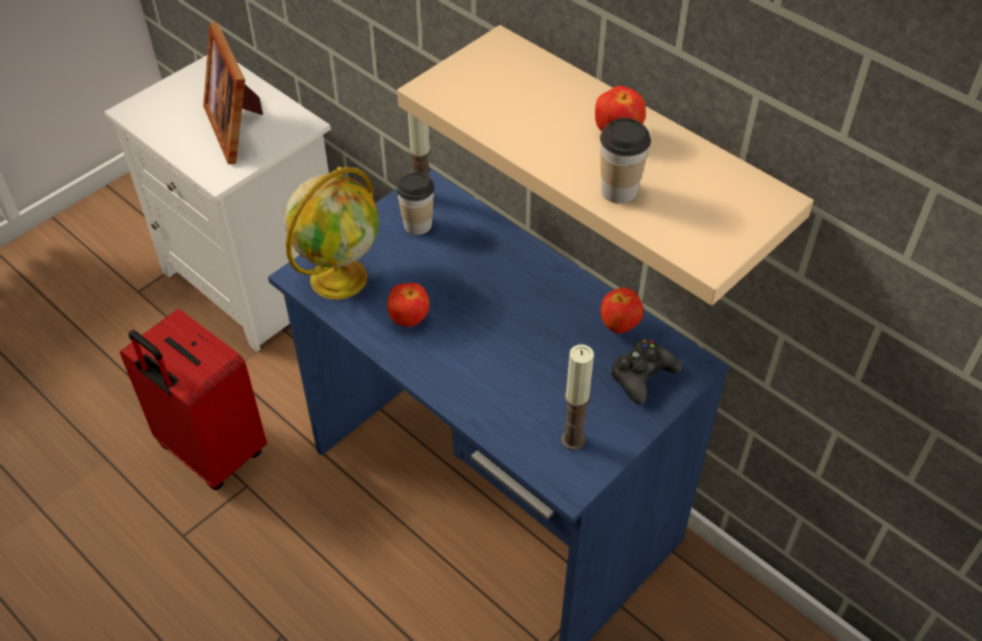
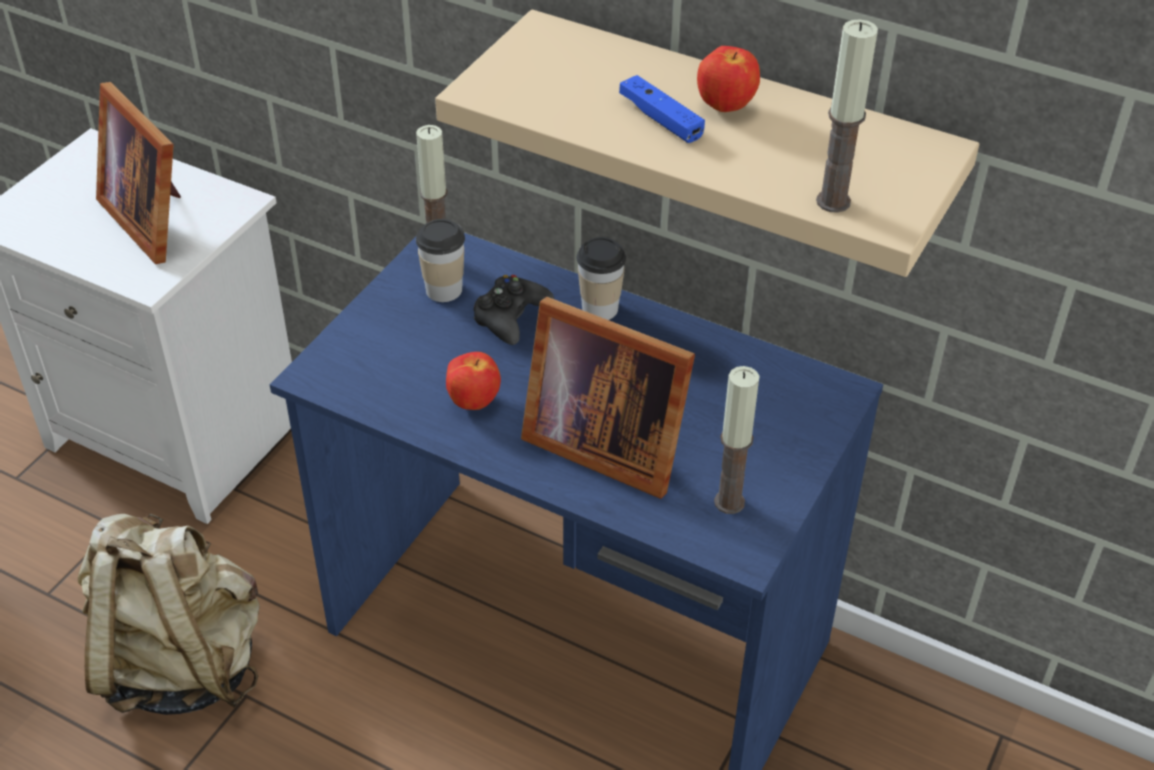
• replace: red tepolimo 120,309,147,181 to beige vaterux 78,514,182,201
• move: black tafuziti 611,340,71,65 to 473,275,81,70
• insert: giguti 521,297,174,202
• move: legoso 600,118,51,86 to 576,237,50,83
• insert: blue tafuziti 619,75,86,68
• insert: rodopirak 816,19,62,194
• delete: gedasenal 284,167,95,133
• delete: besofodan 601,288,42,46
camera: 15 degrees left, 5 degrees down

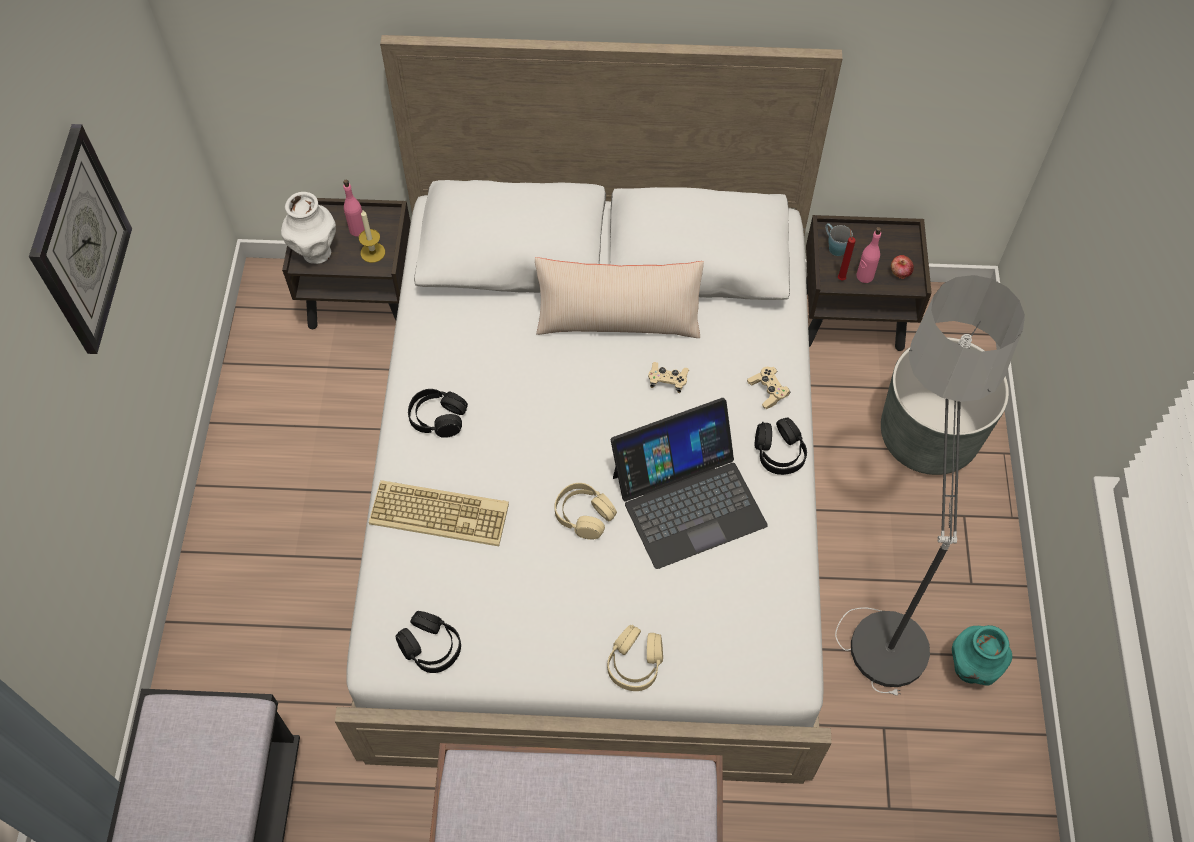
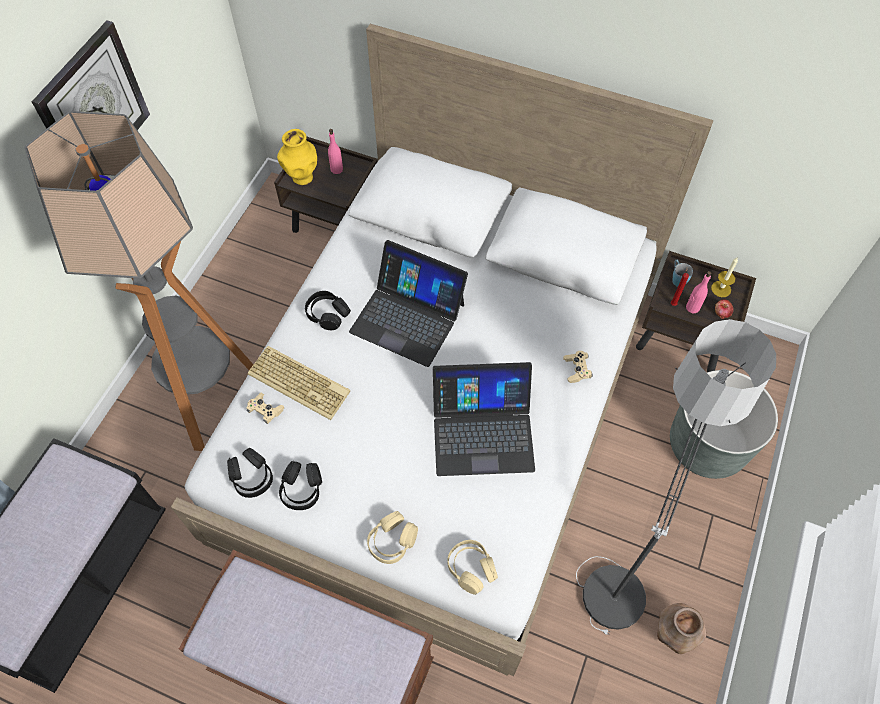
• insert: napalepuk 25,111,228,340
• move: beige tafuziti 648,362,41,31 to 246,393,38,31
• recolor: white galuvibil 281,192,55,72 to yellow galuvibil 277,129,40,56
• move: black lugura 755,417,52,58 to 279,461,43,49
• insert: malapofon 349,240,119,127
• move: beige lugura 554,483,63,57 to 447,540,51,55
• recolor: turquoise galuvibil 952,625,60,60 to brown galuvibil 657,603,49,51
• move: rodopirak 359,210,26,53 to 711,258,27,39
• delete: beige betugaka 535,257,169,81
camera: 20 degrees right, 0 degrees up

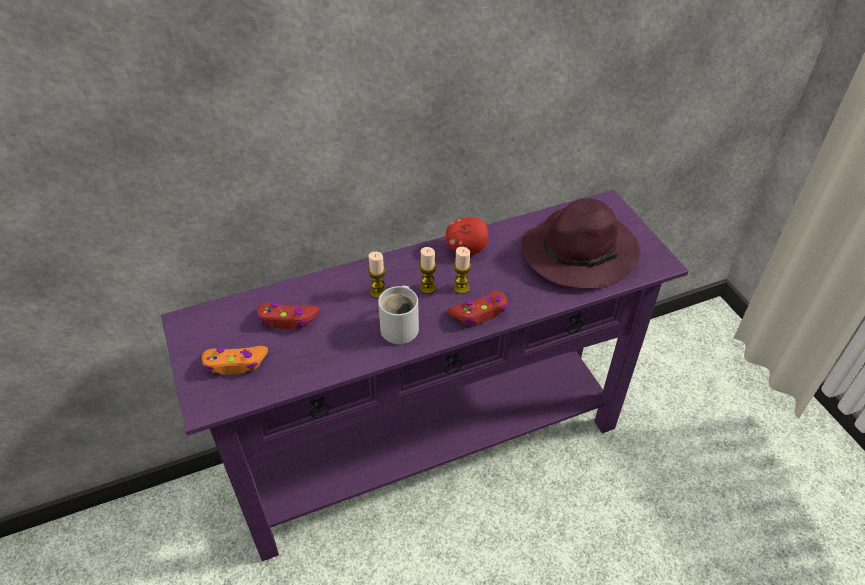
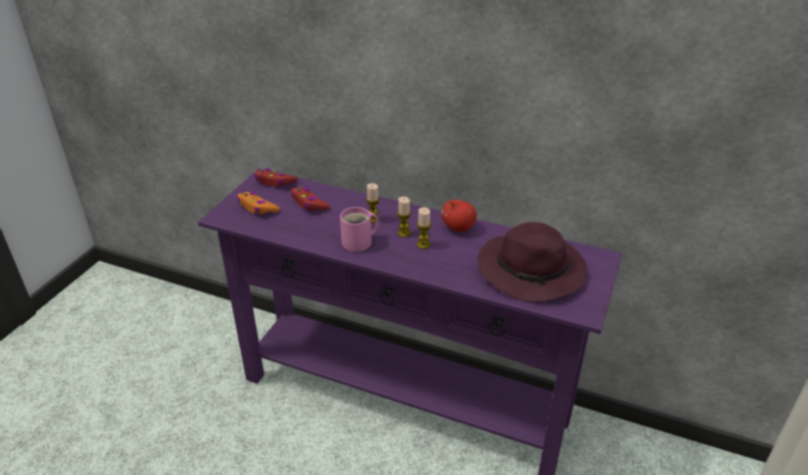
• move: red tafuziti 447,291,61,34 to 254,168,43,19
• recolor: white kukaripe 378,285,41,59 to pink kukaripe 340,207,39,45
camera: 45 degrees right, 10 degrees down

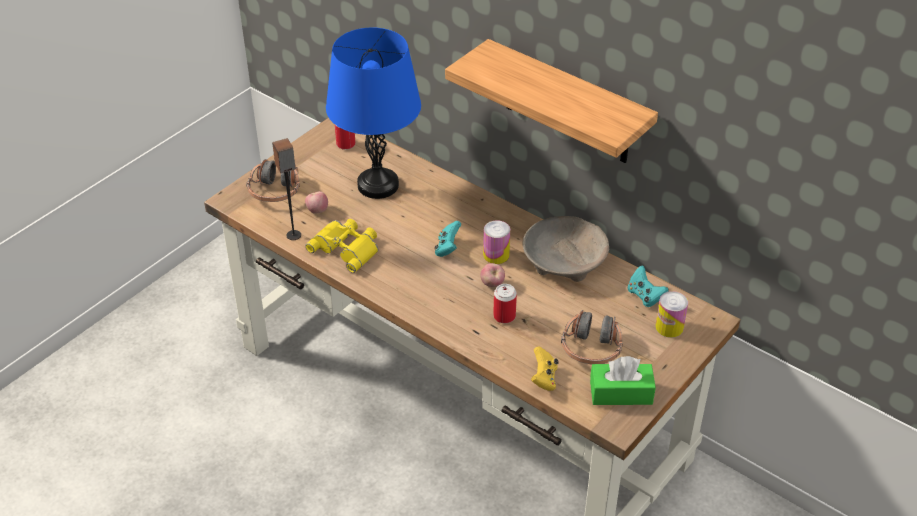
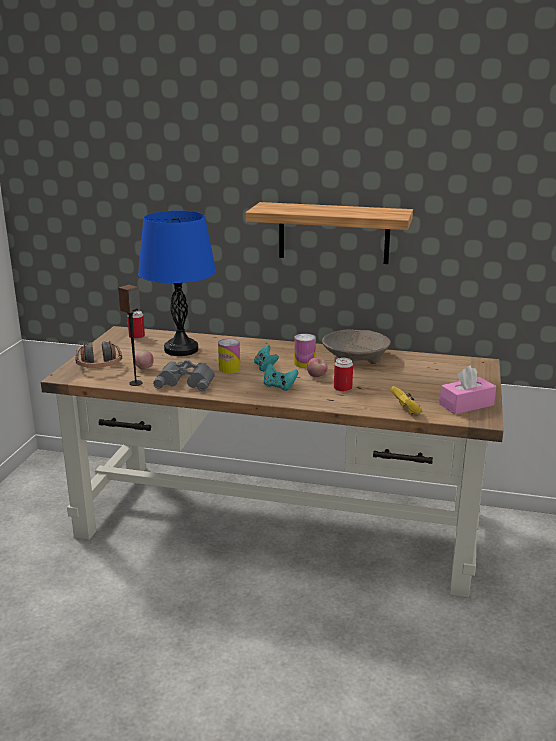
• recolor: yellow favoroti 305,219,74,54 to grey favoroti 153,360,62,31
• move: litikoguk 656,291,32,47 to 218,338,22,35
• move: turquoise tafuziti 628,266,40,41 to 264,364,35,27
• recolor: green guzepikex 590,356,66,49 to pink guzepikex 439,366,57,48
• delete: lugura 561,310,62,55
camera: 25 degrees left, 20 degrees down

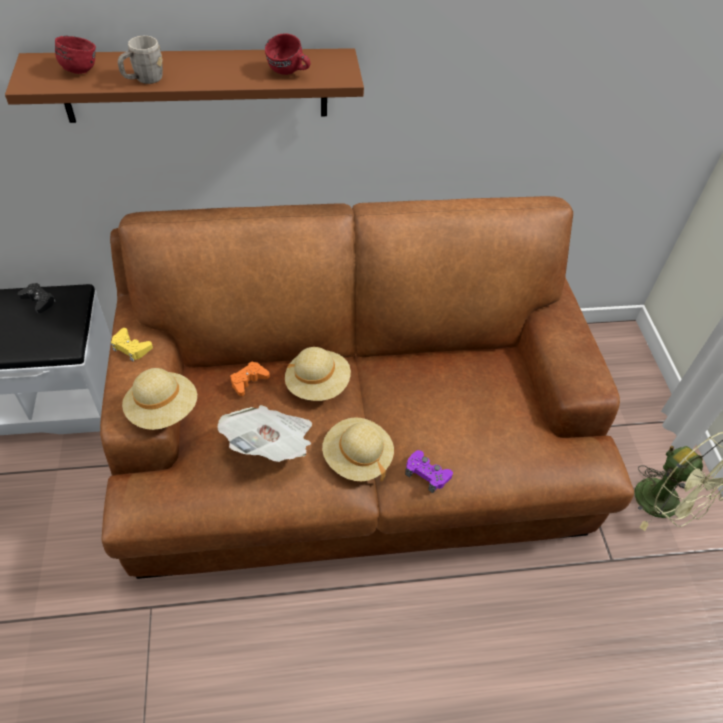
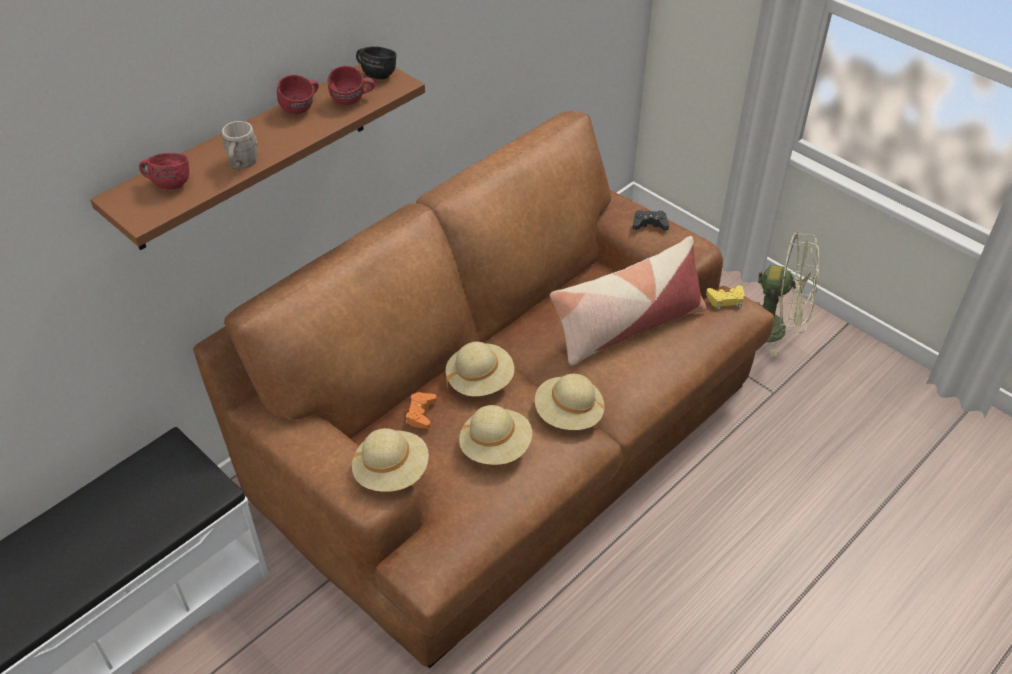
• insert: red kukaripe 277,75,42,39
• insert: black kukaripe 356,46,41,34
• replace: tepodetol 217,405,95,57 to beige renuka 459,405,73,60
• insert: betugaka 550,236,156,129
• move: black tafuziti 17,283,38,31 to 633,210,36,21
• move: yellow tafuziti 111,328,42,33 to 706,285,39,24
• delete: purple tafuziti 405,450,48,43
camera: 35 degrees left, 5 degrees down

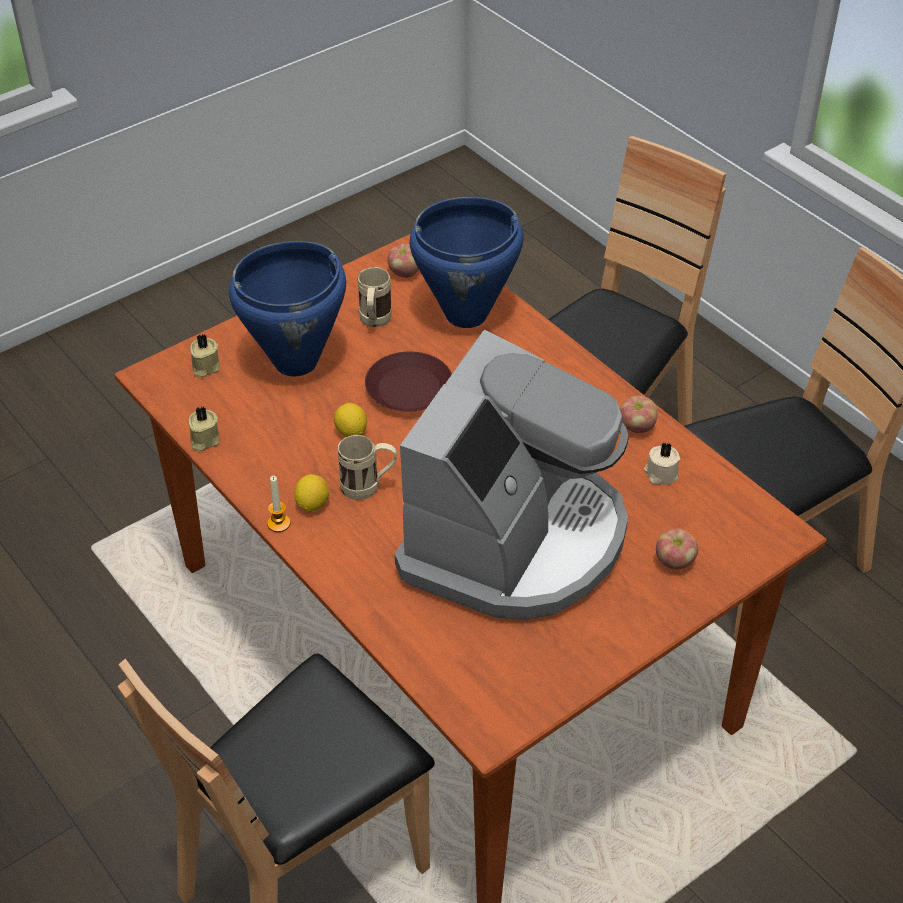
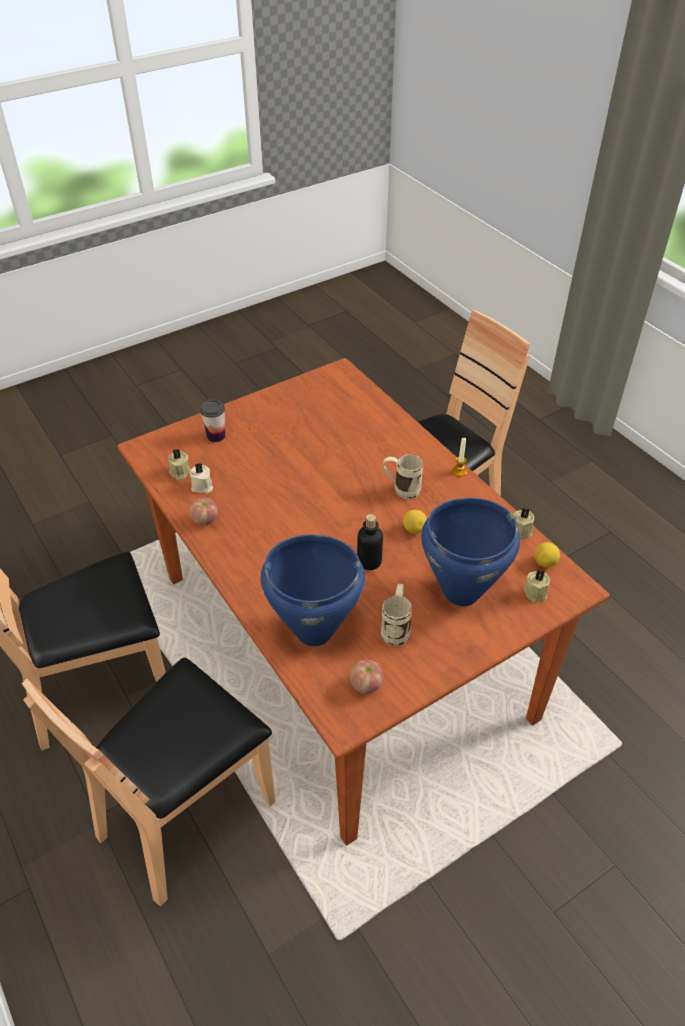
• insert: beige rodopirak 168,449,23,31
• replace: besofodan 656,529,42,41 to legoso 200,399,25,43
• replace: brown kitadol 365,351,87,61 to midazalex 357,514,26,56
• move: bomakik 294,474,35,38 to 534,542,26,25
• delete: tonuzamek 395,330,234,290
camera: 175 degrees left, 0 degrees up

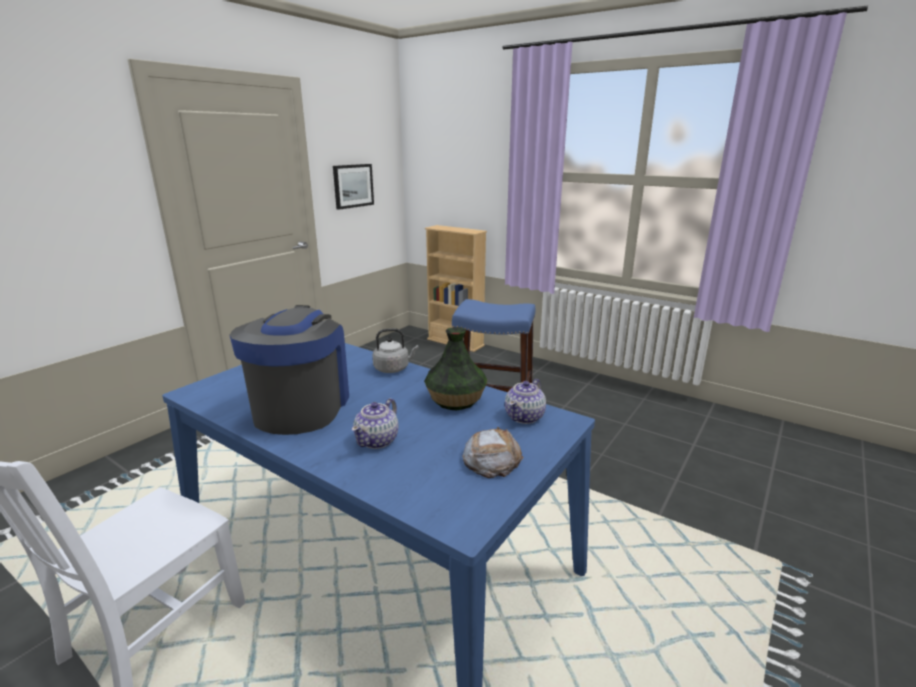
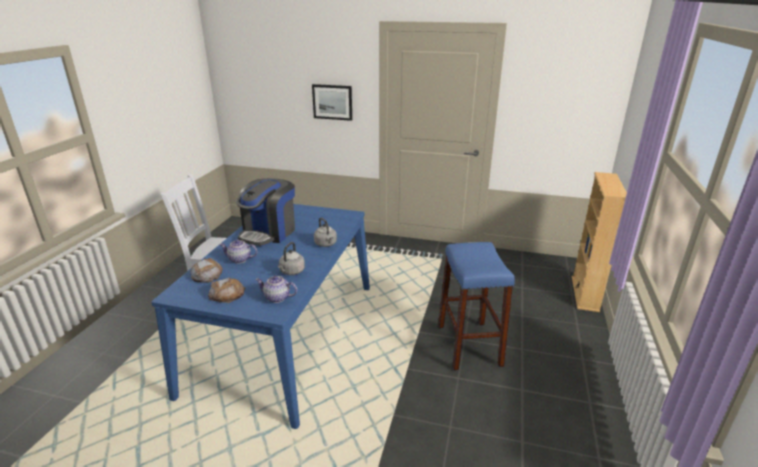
• insert: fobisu 190,258,33,25
• rotate: tonuzamek 229,305,120,130 = 236,178,59,68 135 degrees clockwise
• replace: galuvibil 424,327,63,83 to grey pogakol 278,242,27,33
• move: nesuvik 333,164,41,46 to 312,84,40,37
camera: 70 degrees right, 5 degrees up

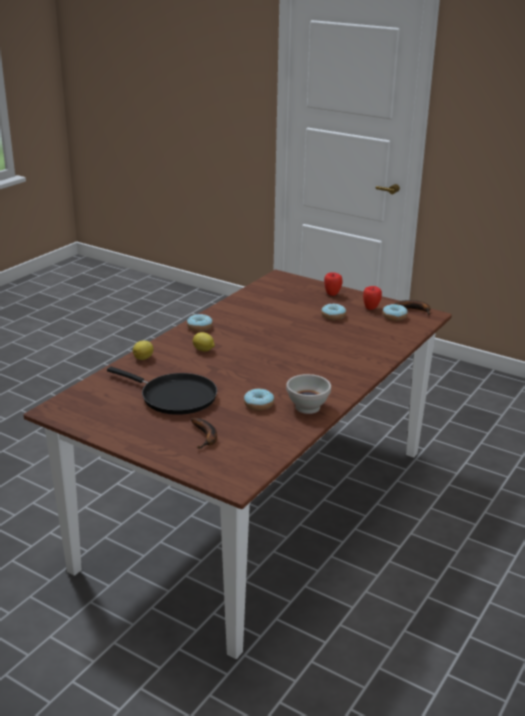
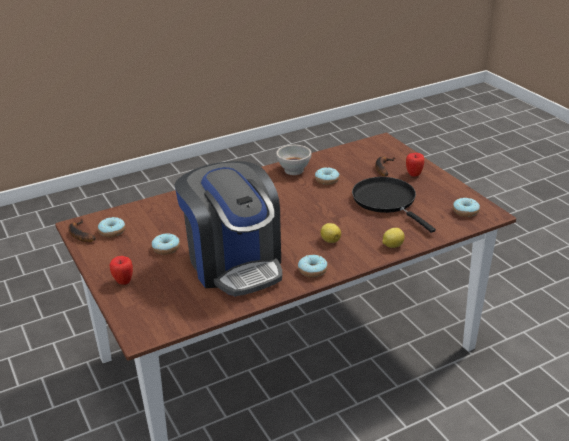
• insert: tonuzamek 175,161,107,136
• move: besofodan 363,286,19,24 to 406,153,18,24
• insert: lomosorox 453,198,27,19
camera: 150 degrees left, 5 degrees up

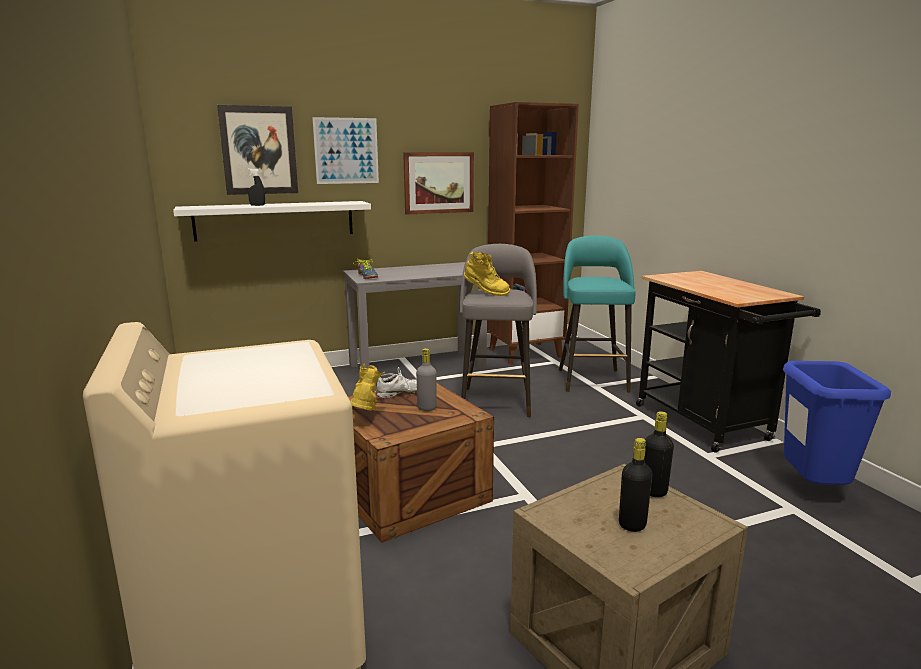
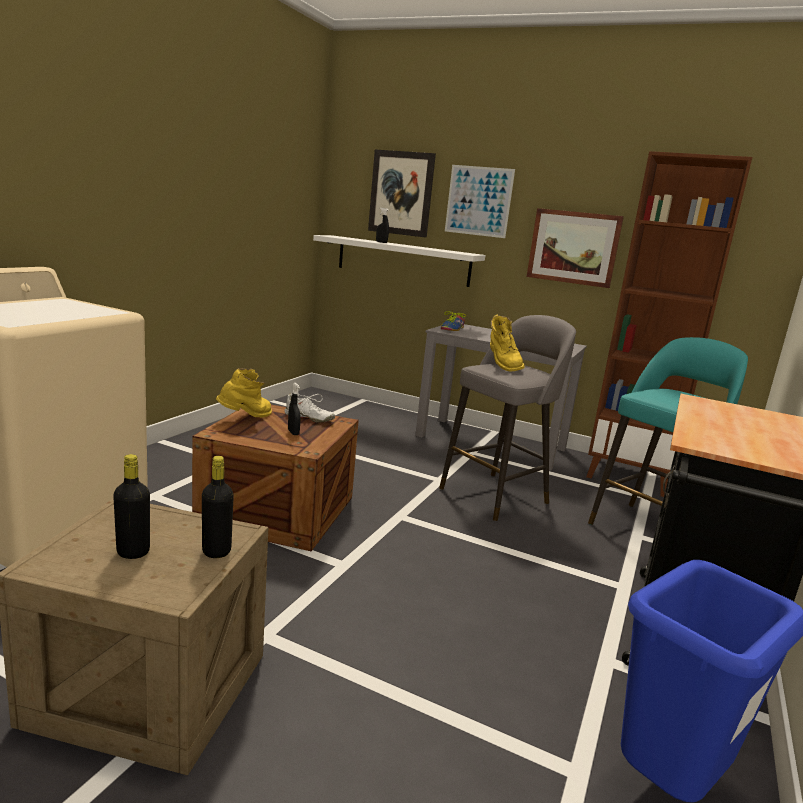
• replace: grey midazalex 416,348,21,63 to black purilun 288,383,13,52
camera: 45 degrees right, 0 degrees up

